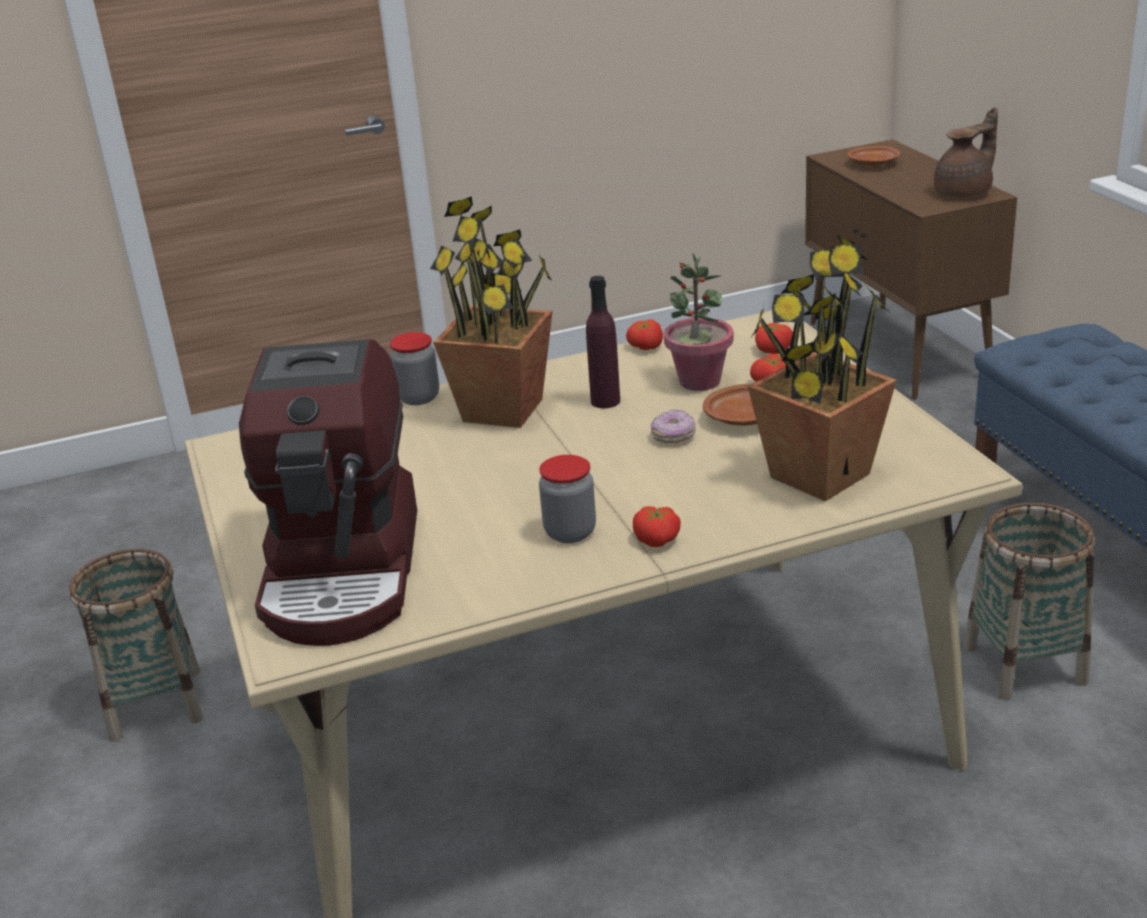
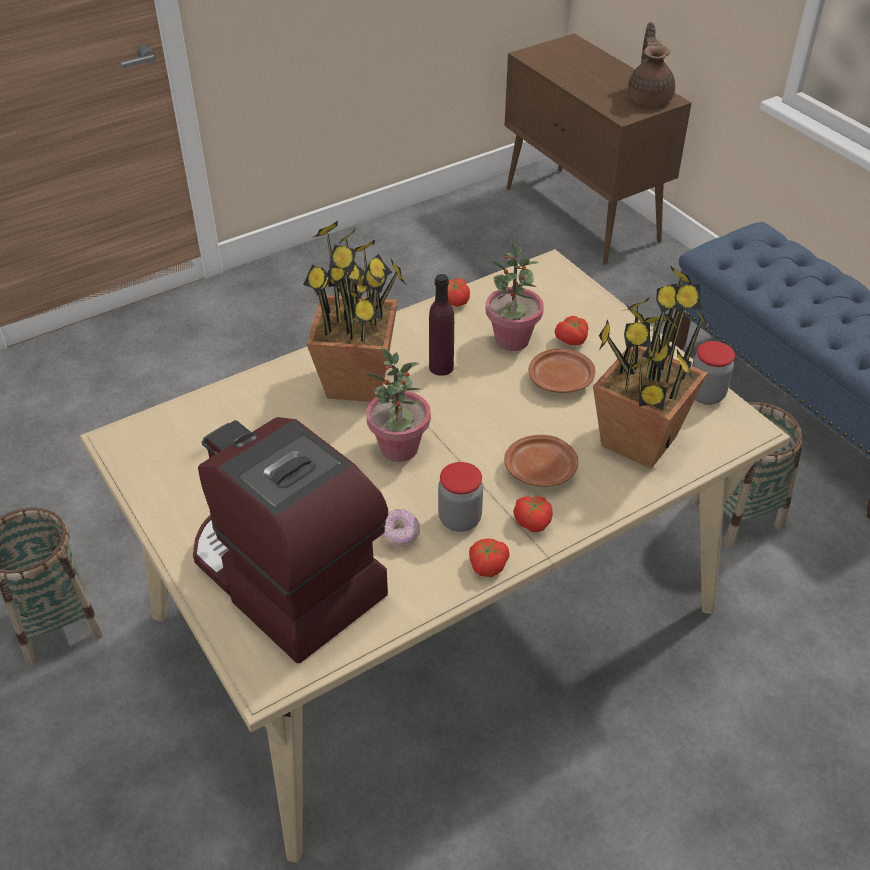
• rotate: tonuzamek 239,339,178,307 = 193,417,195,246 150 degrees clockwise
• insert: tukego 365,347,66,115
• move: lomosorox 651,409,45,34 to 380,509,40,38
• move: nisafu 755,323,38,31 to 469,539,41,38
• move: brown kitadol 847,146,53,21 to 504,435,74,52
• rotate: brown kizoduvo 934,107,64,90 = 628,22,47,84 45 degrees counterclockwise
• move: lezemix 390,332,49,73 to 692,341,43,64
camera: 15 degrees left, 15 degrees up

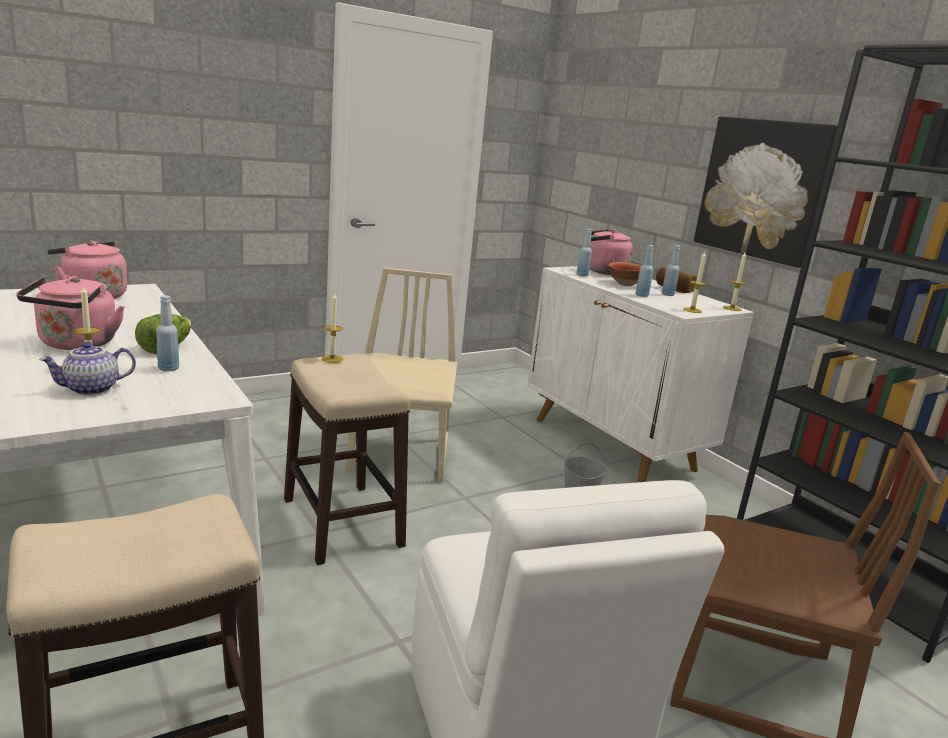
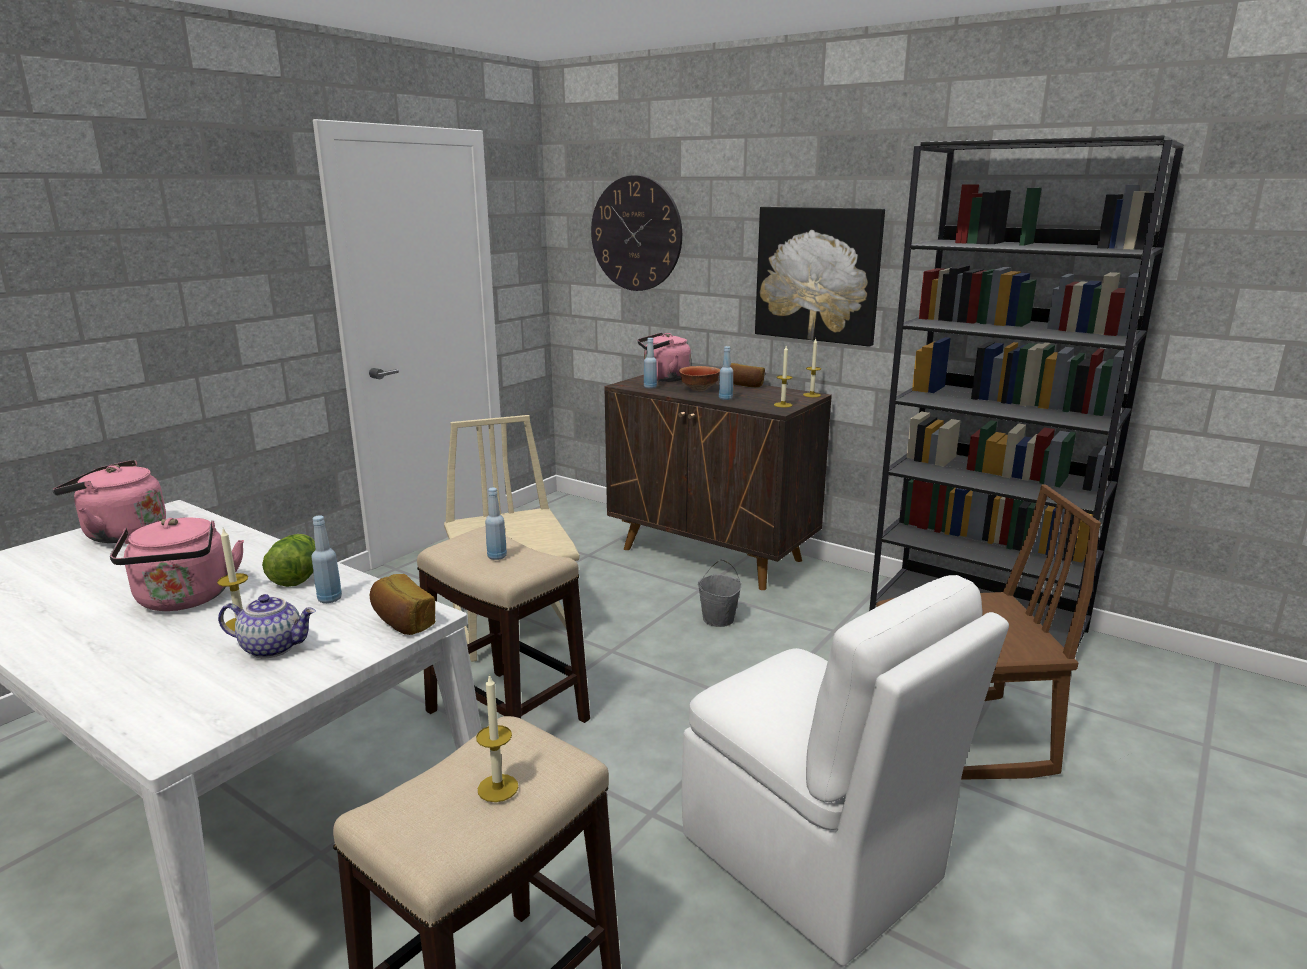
• rotate: kizoduvo 39,342,97,54 = 218,594,98,64 120 degrees counterclockwise
• insert: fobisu 370,574,65,61
• move: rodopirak 322,293,21,70 to 476,674,42,128
• move: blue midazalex 662,245,18,51 to 485,488,22,72
• insert: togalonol 591,175,91,116
• recolor: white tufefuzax 527,266,227,216 to brown tufefuzax 604,375,228,215
camera: 20 degrees left, 0 degrees up

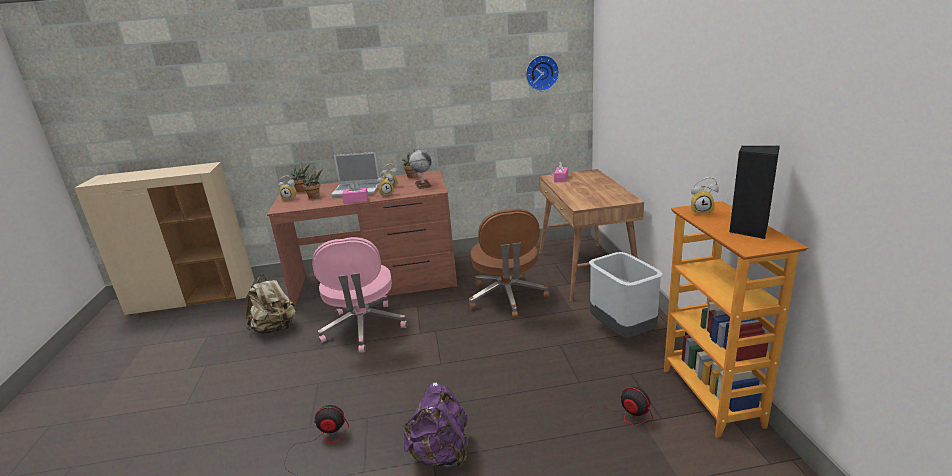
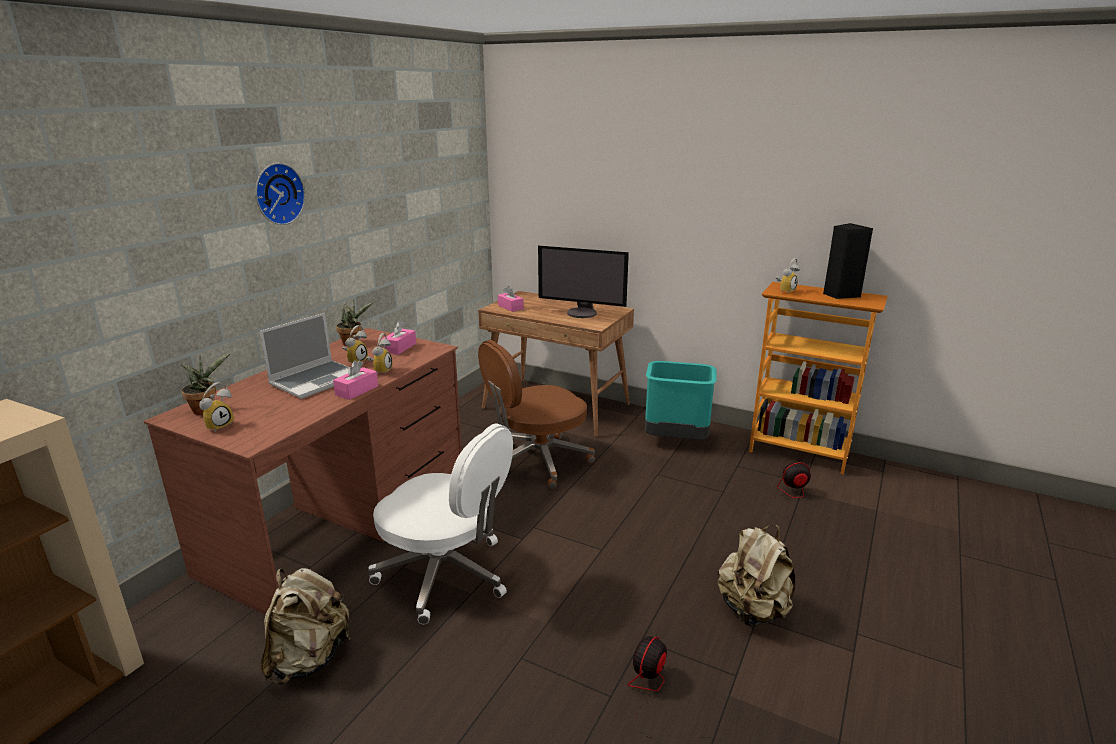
• move: togalonol 526,55,33,36 to 255,163,50,62
• recolor: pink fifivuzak 312,237,95,116 to white fifivuzak 368,423,145,201
• replace: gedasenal 409,149,23,40 to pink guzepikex 382,321,34,34
• rotate: brown fifivuzak 469,209,80,109 = 478,340,117,149 120 degrees clockwise
• insert: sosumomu 538,246,91,72
• recolor: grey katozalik 589,252,74,86 to turquoise katozalik 645,361,72,79
• recolor: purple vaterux 402,382,66,86 to beige vaterux 718,525,78,101
• delete: tukego 303,168,20,31
camera: 55 degrees left, 0 degrees up

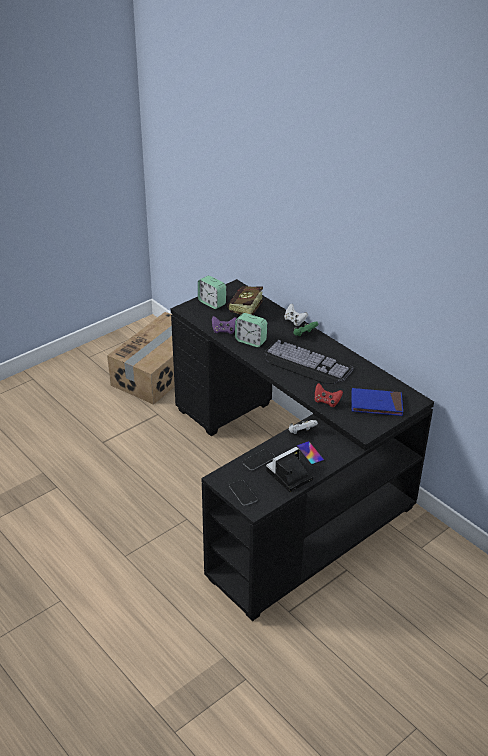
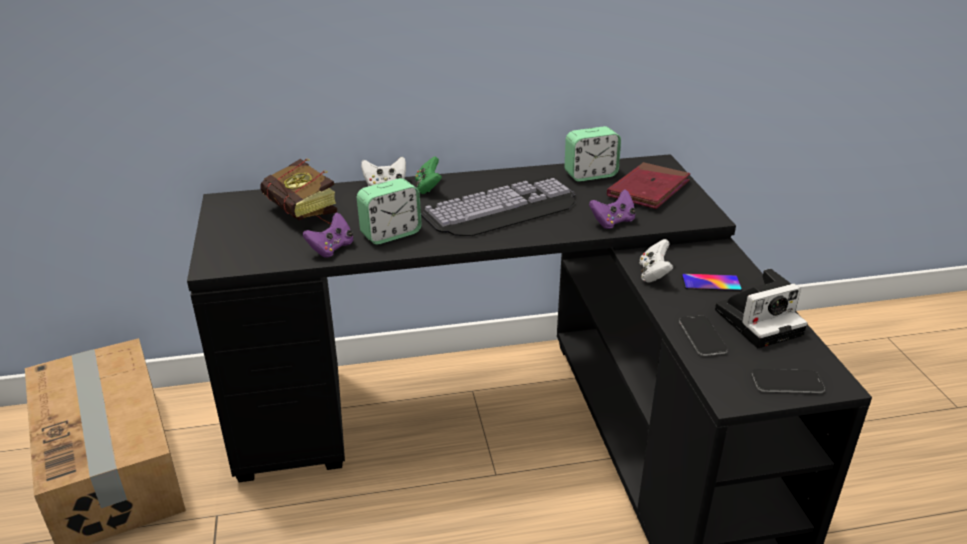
• move: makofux 198,276,28,33 to 564,126,57,56
• recolor: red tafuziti 315,383,28,24 to purple tafuziti 589,189,47,40
• recolor: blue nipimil 352,388,51,28 to red nipimil 607,162,83,47
• rotate: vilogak 266,447,47,45 = 715,269,93,79 105 degrees counterclockwise
camera: 60 degrees left, 5 degrees down

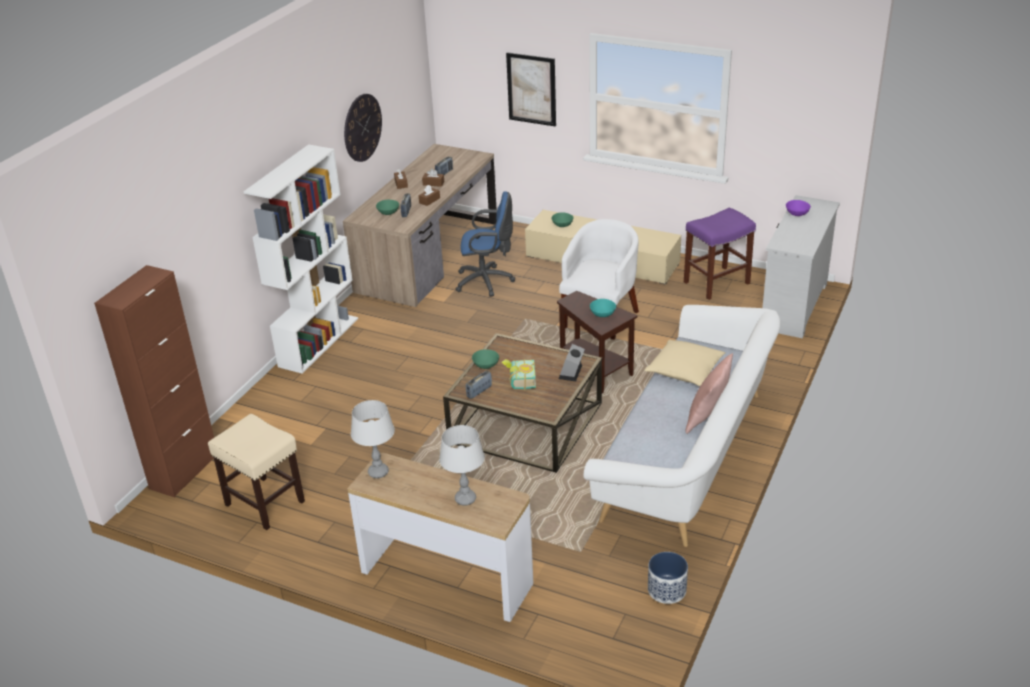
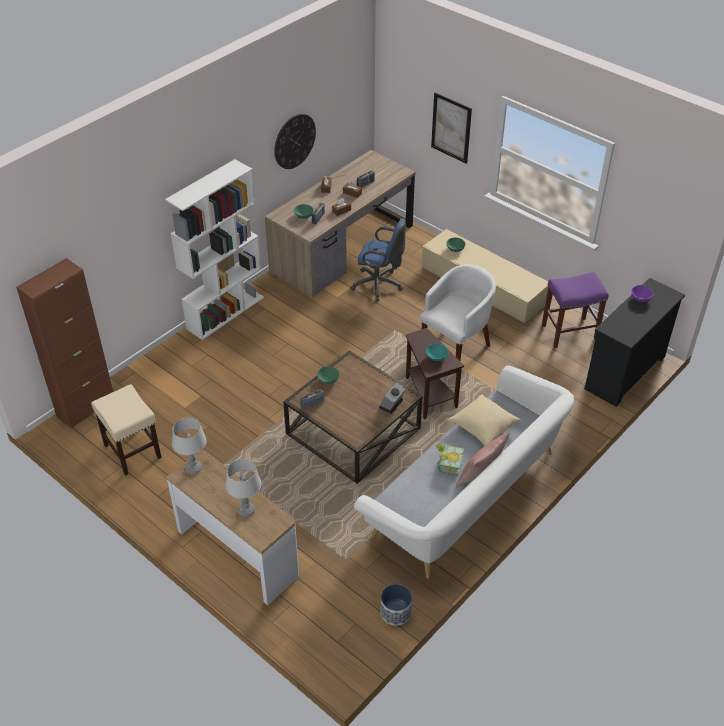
• move: nipimil 502,359,34,31 to 435,443,29,32
• recolor: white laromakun 762,195,78,143 to black laromakun 584,278,101,129
camera: 15 degrees right, 10 degrees up

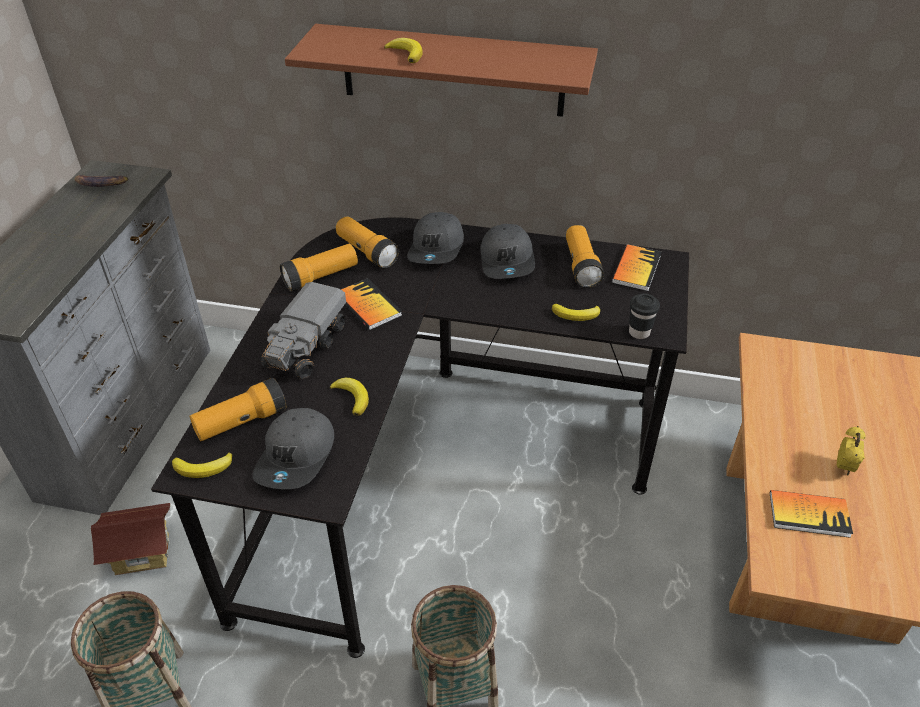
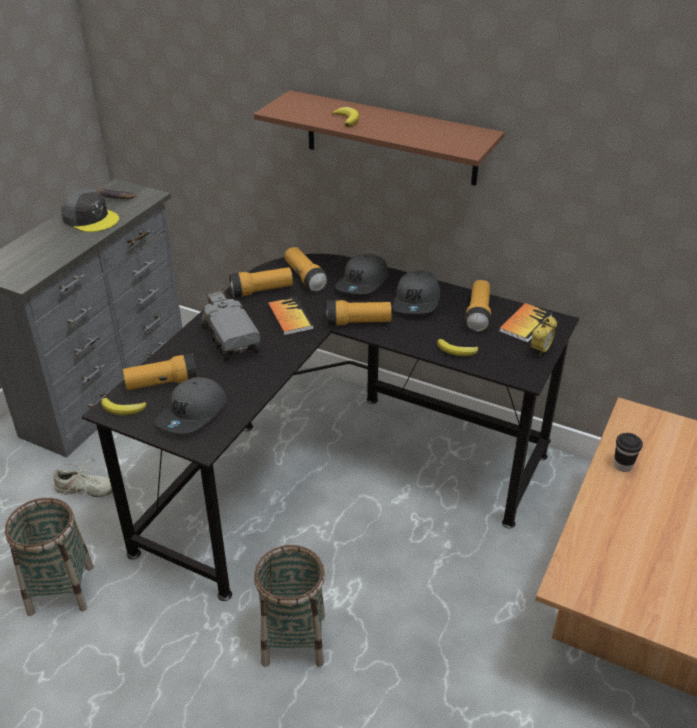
• replace: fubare 91,503,79,72 to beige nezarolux 54,459,58,38
• insert: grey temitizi 61,189,58,43
• rotate: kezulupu 261,282,85,97 = 202,289,58,72 120 degrees clockwise
• insert: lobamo 327,300,65,26
• move: makofux 837,426,29,50 to 531,316,26,40
• move: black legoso 629,293,31,46 to 614,433,29,39
• delete: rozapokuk 330,378,39,38
• delete: nipimil 770,490,83,48
camera: 15 degrees right, 5 degrees down

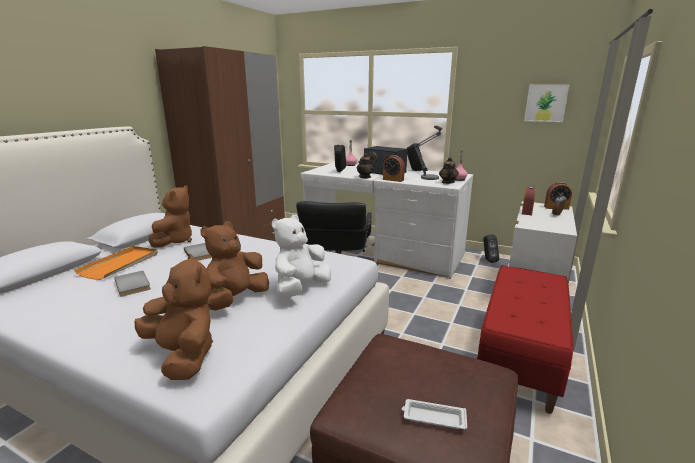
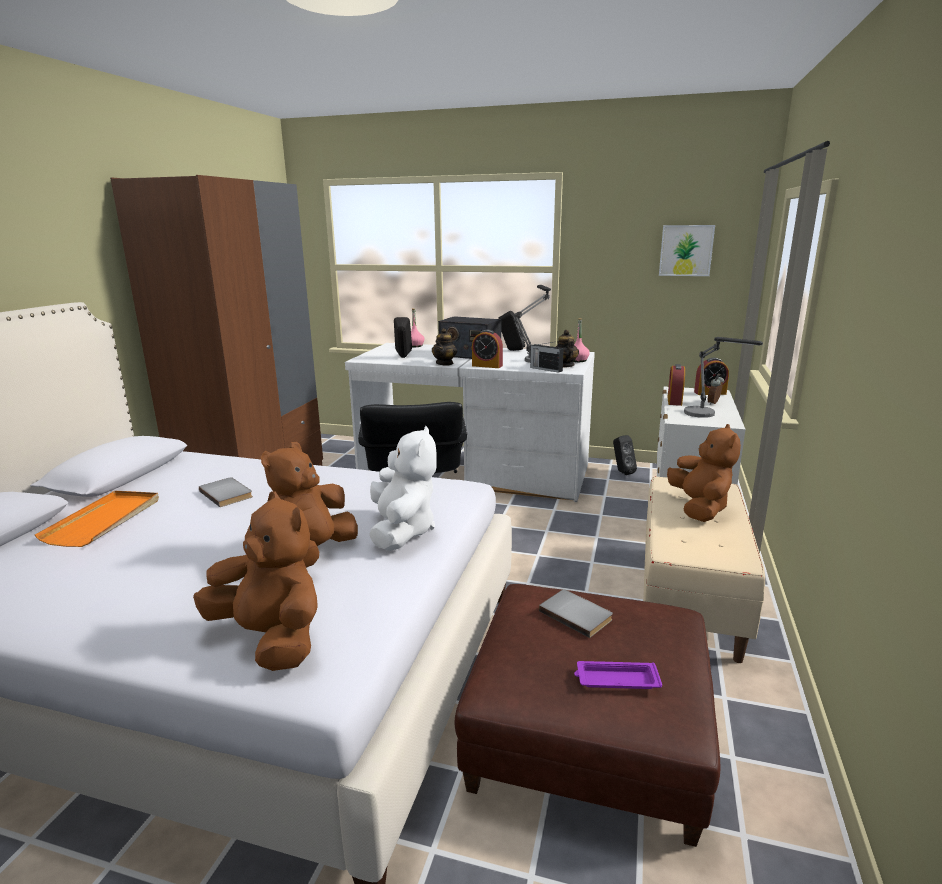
• rotate: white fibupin 272,215,59,83 = 369,426,68,125 150 degrees clockwise
• insert: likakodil 530,341,34,32
• move: grey nipimil 114,271,37,26 to 539,590,74,48
• recolor: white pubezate 402,399,65,30 to purple pubezate 574,661,88,28
• recolor: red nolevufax 477,265,97,149 to beige nolevufax 643,476,122,187
• move: brown fibupin 149,186,43,62 to 667,424,74,98
• insert: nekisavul 684,337,79,81
camera: 10 degrees left, 0 degrees up

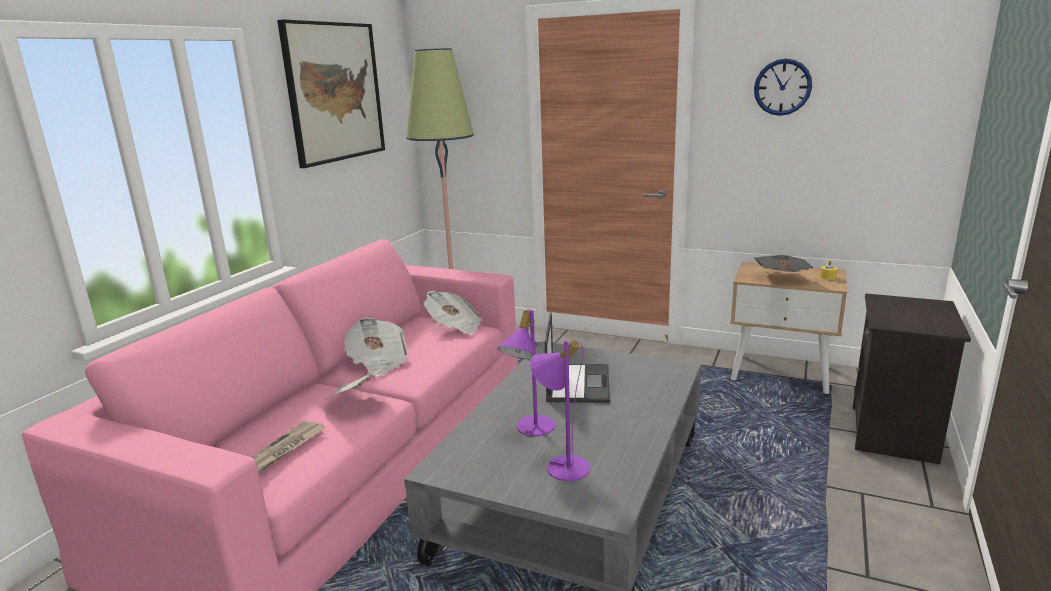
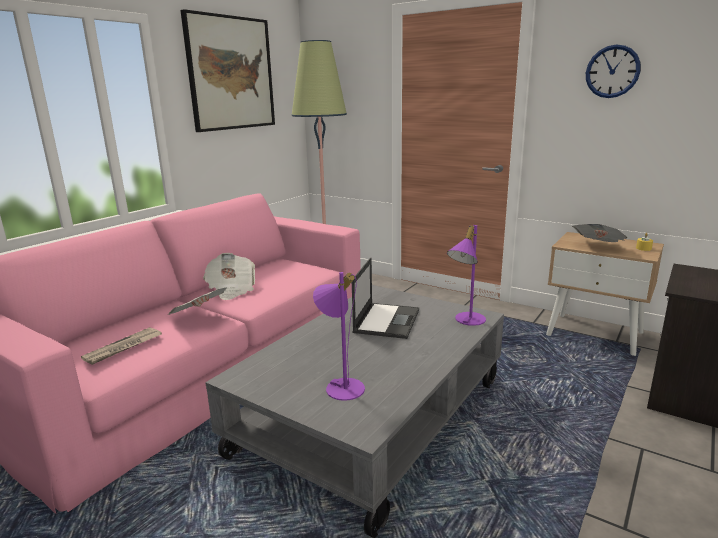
• move: purple nekisavul 498,308,57,128 to 447,225,39,101
• delete: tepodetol 424,291,59,44
camera: 10 degrees right, 0 degrees up

